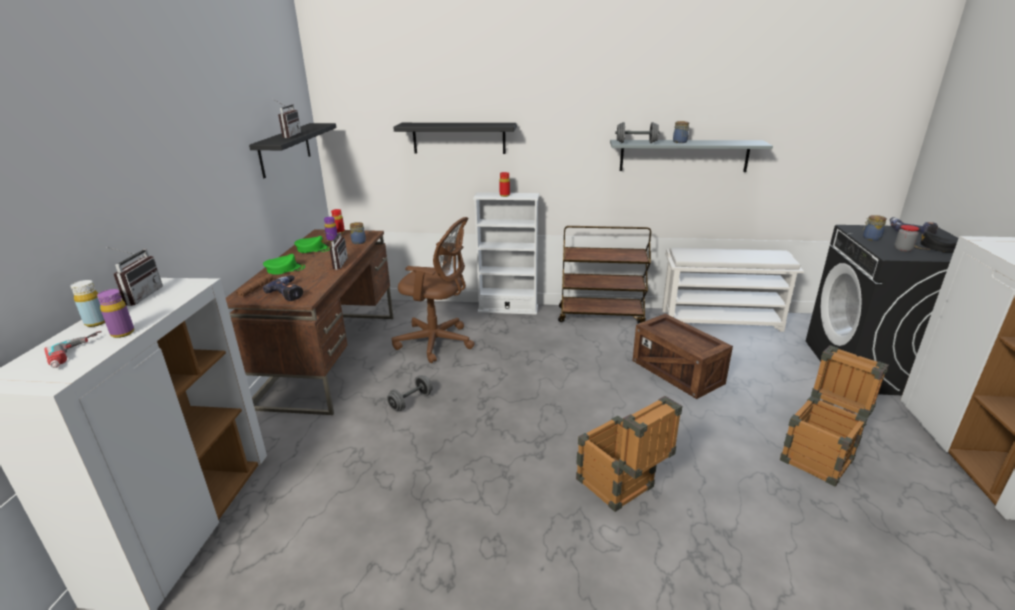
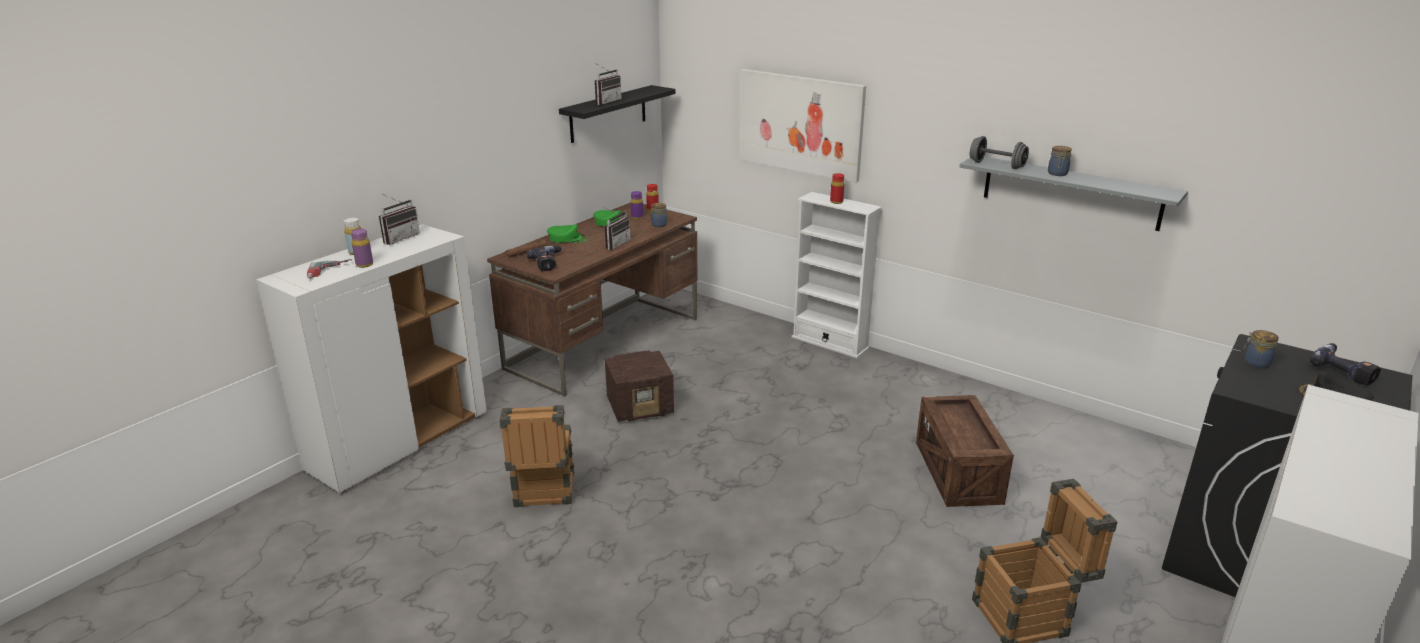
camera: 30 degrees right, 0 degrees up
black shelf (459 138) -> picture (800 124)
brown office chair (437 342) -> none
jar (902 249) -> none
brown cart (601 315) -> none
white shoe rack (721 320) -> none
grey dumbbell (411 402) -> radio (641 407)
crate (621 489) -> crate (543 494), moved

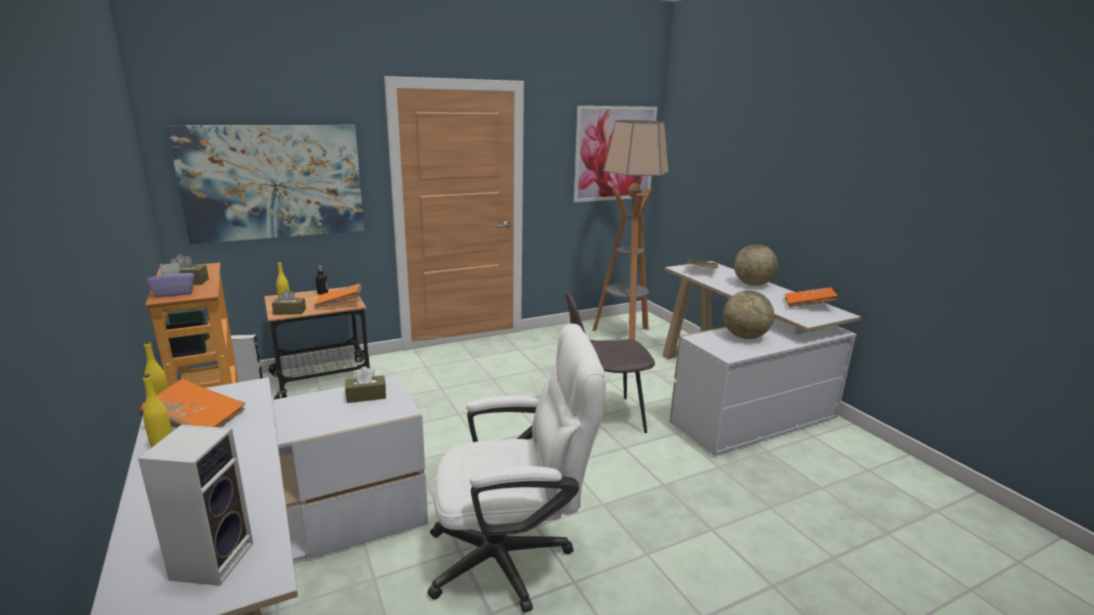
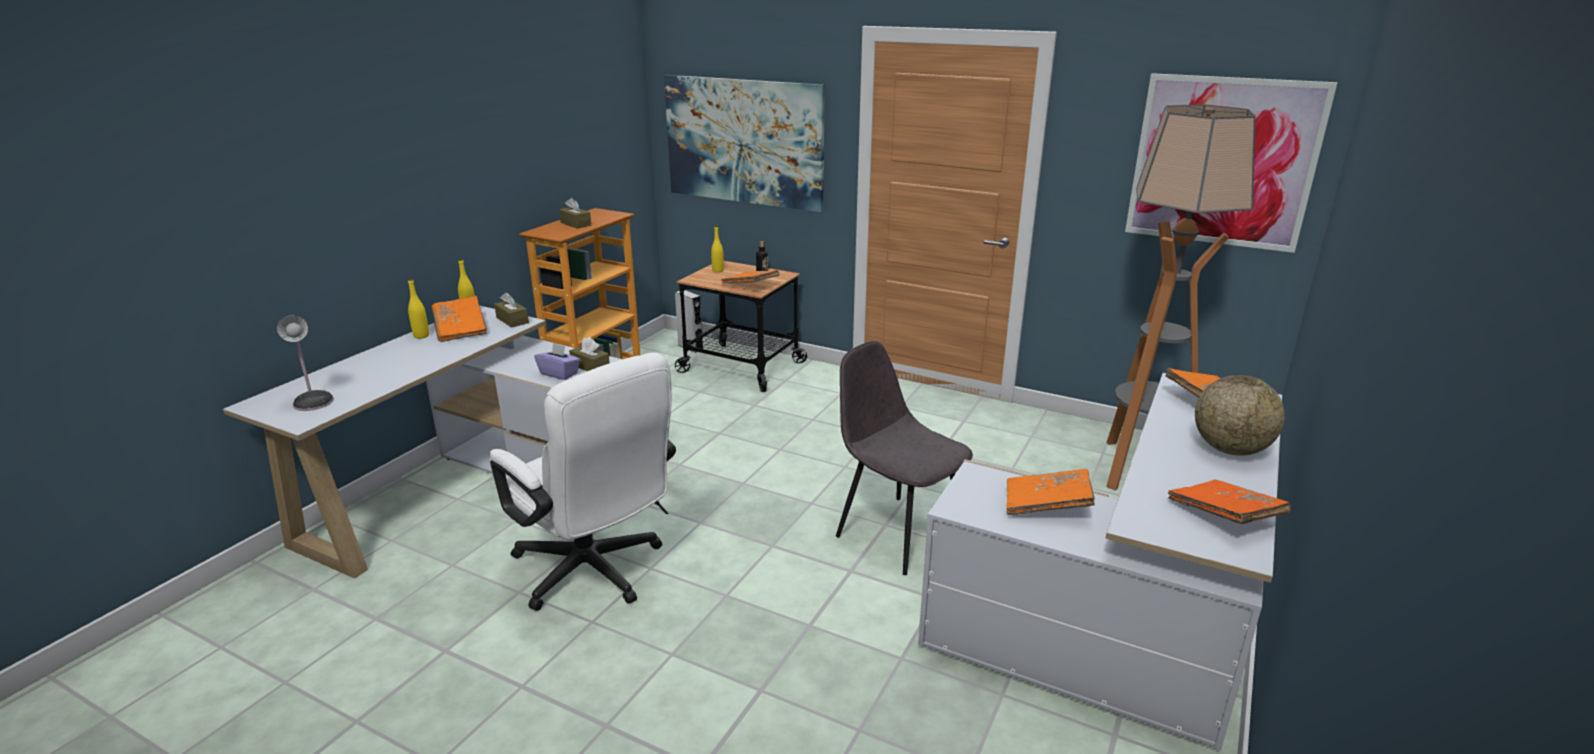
camera: 55 degrees right, 5 degrees up
purple tissue box (174 293) -> purple tissue box (559 373), moved
brown tissue box (289 311) -> brown tissue box (512 320), moved
globe (744 336) -> orange book (1046 505)
speaker (213 559) -> table lamp (313 401)

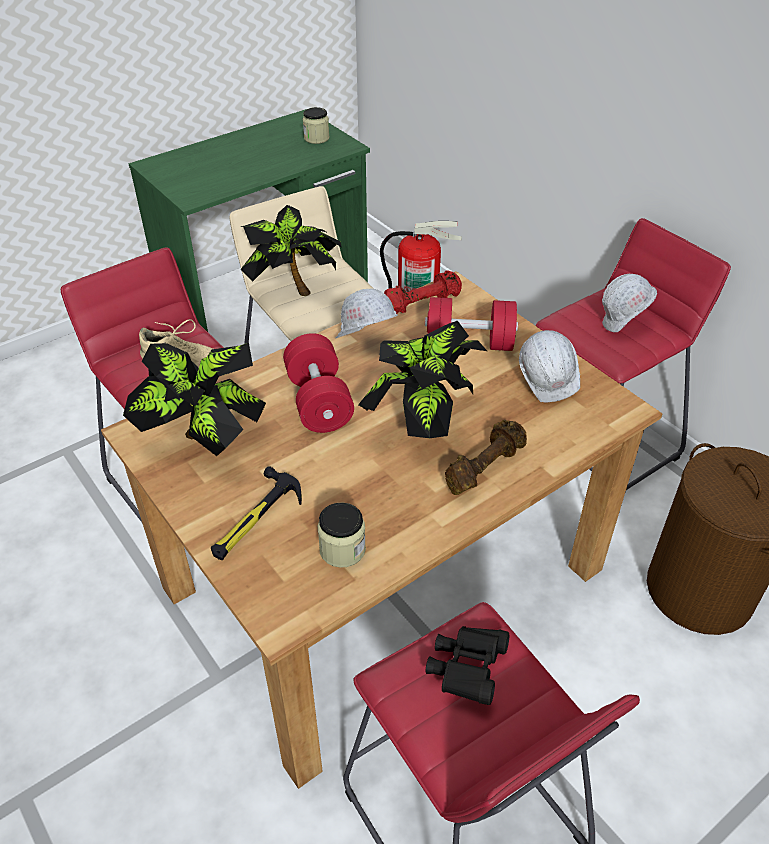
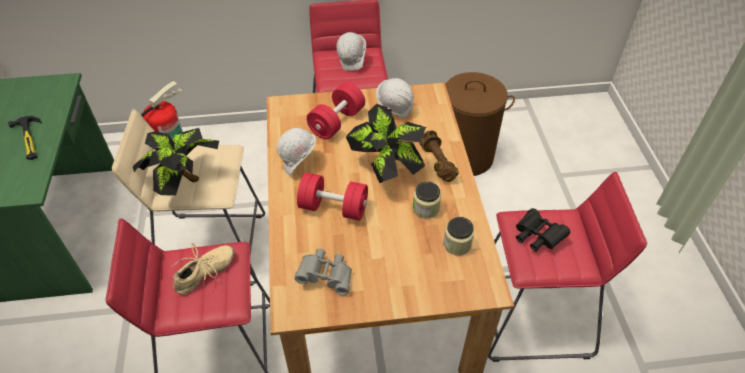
camera: 60 degrees left, 5 degrees up
jar (316 138) -> jar (425 209), moved
red dumbbell (420 304) -> none
potted plant (205 441) -> grey binoculars (326 277)
hammer (255 519) -> hammer (29 140), moved

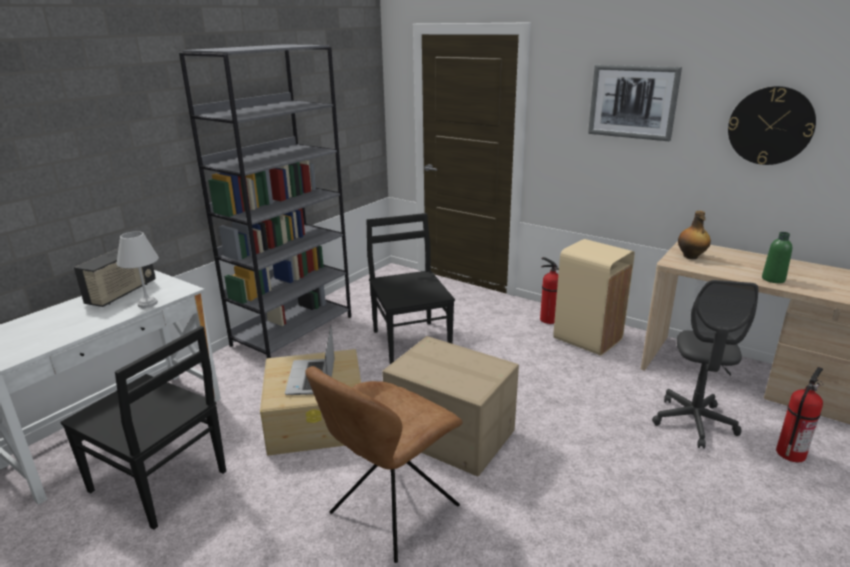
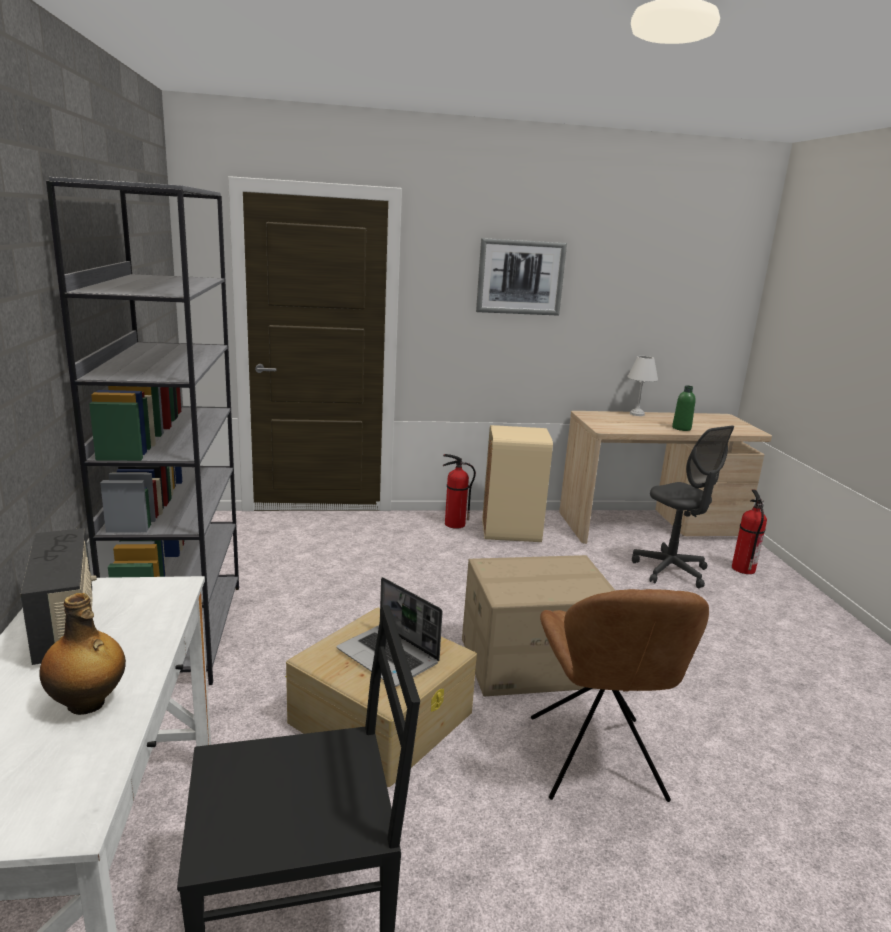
camera: 45 degrees left, 5 degrees down
wall clock (770 126) -> none
bottle (691 257) -> bottle (87 704), moved
black chair (411 341) -> none
white table lamp (148 304) -> white table lamp (637 414), moved

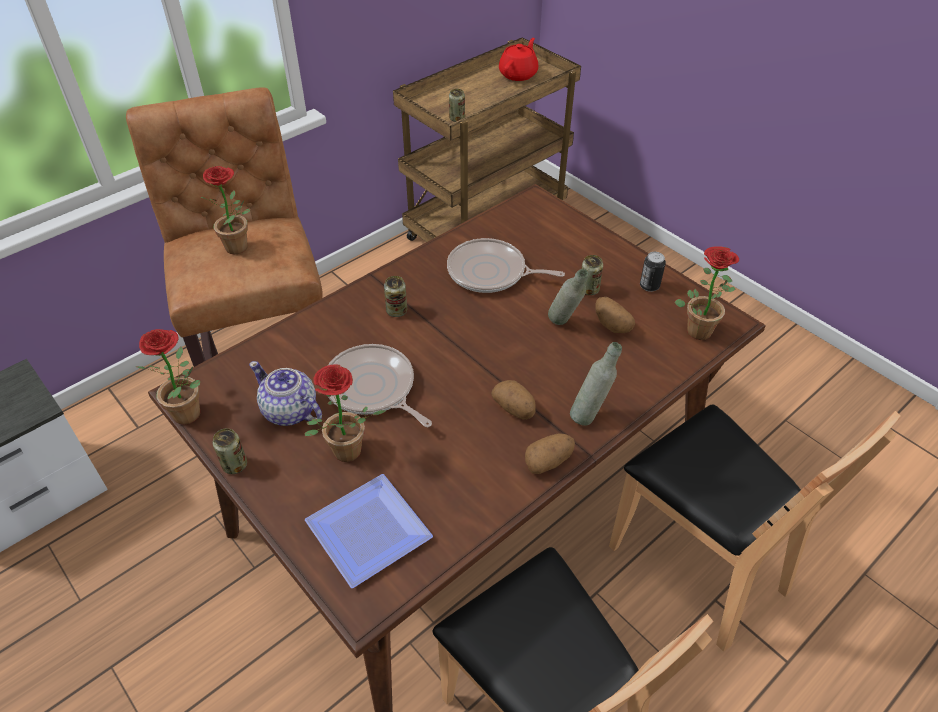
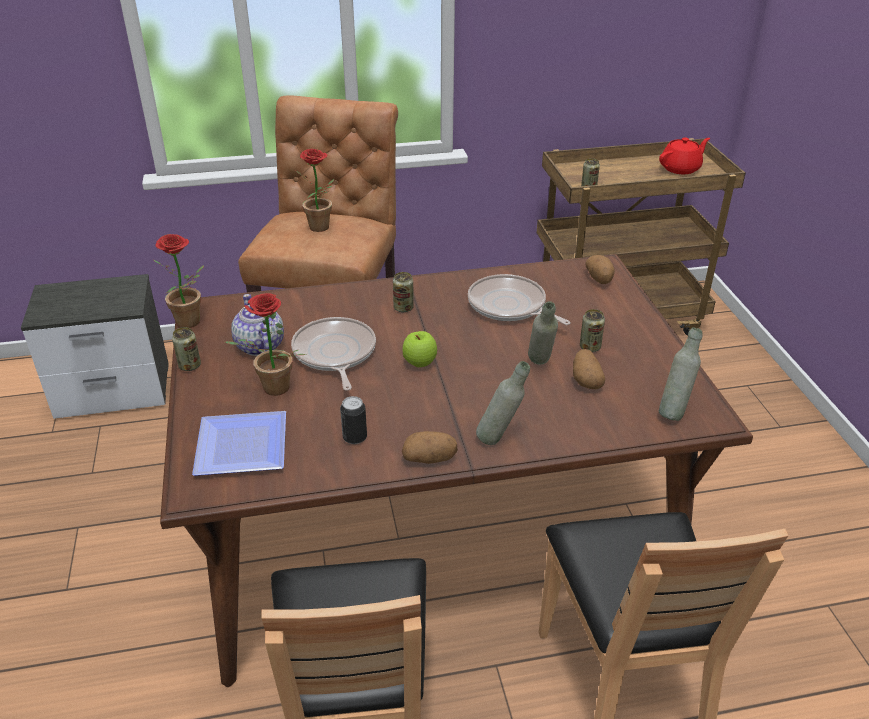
camera: 30 degrees right, 10 degrees down
potted plant (698 327) -> grey bottle (673 412)
can (649 286) -> can (355 437), moved
potato (514 409) -> potato (599 279), moved
none -> apple (420 363)

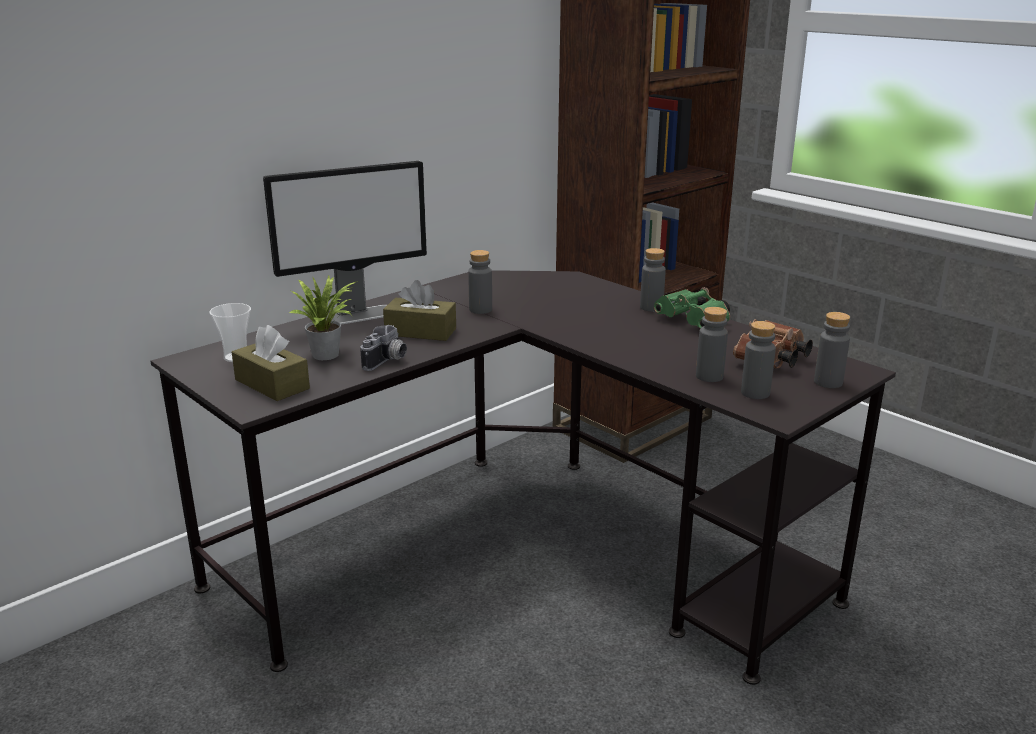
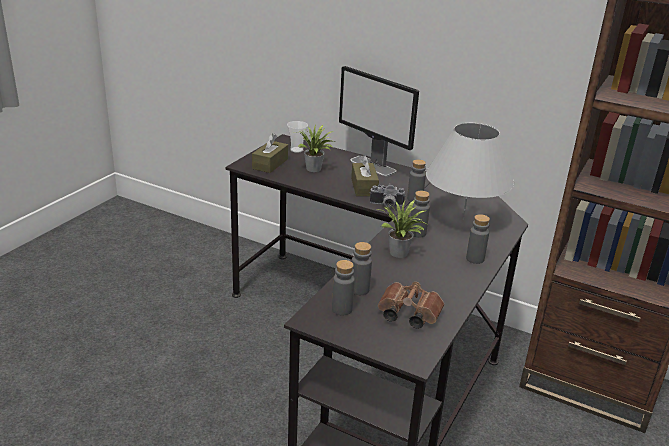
camera: 70 degrees right, 5 degrees up
green binoculars (694 323) -> none
grey bottle (828 382) -> grey bottle (417 233), moved
photo camera (387 361) -> photo camera (386 205), moved
none -> white table lamp (463 219)
none -> potted plant (400 254)

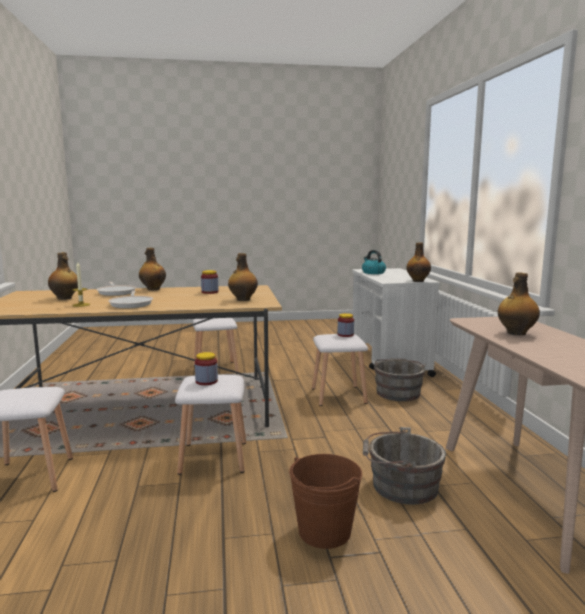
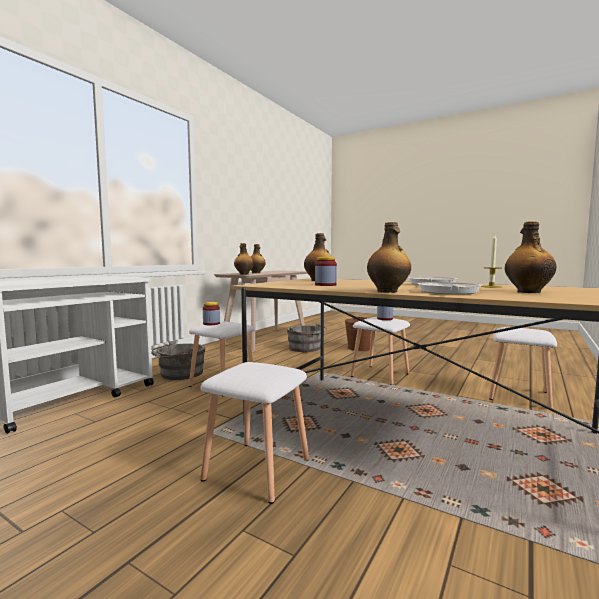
camera: 140 degrees left, 5 degrees down
bottle (418 281) -> bottle (243 274), moved
kettle (373 272) -> none

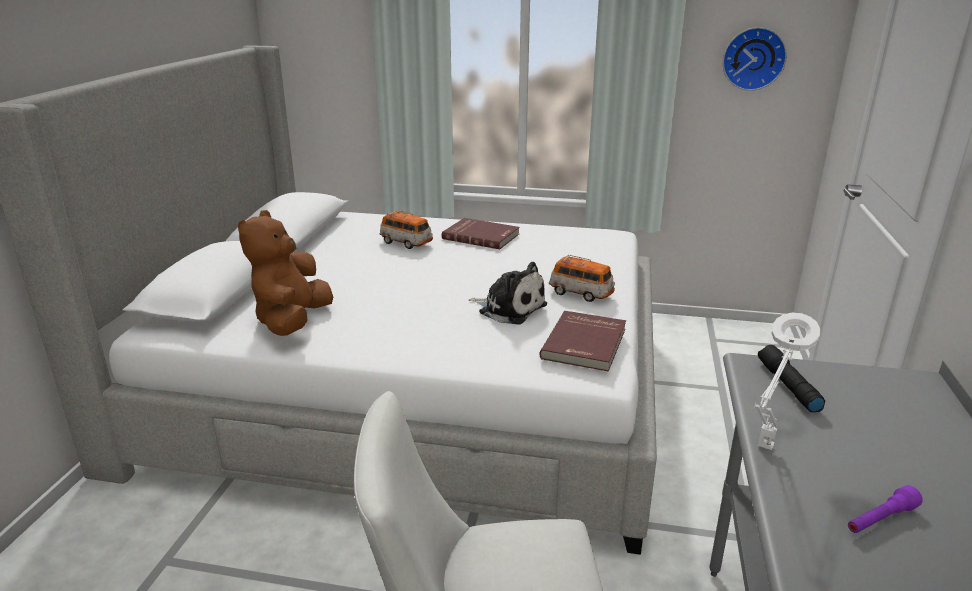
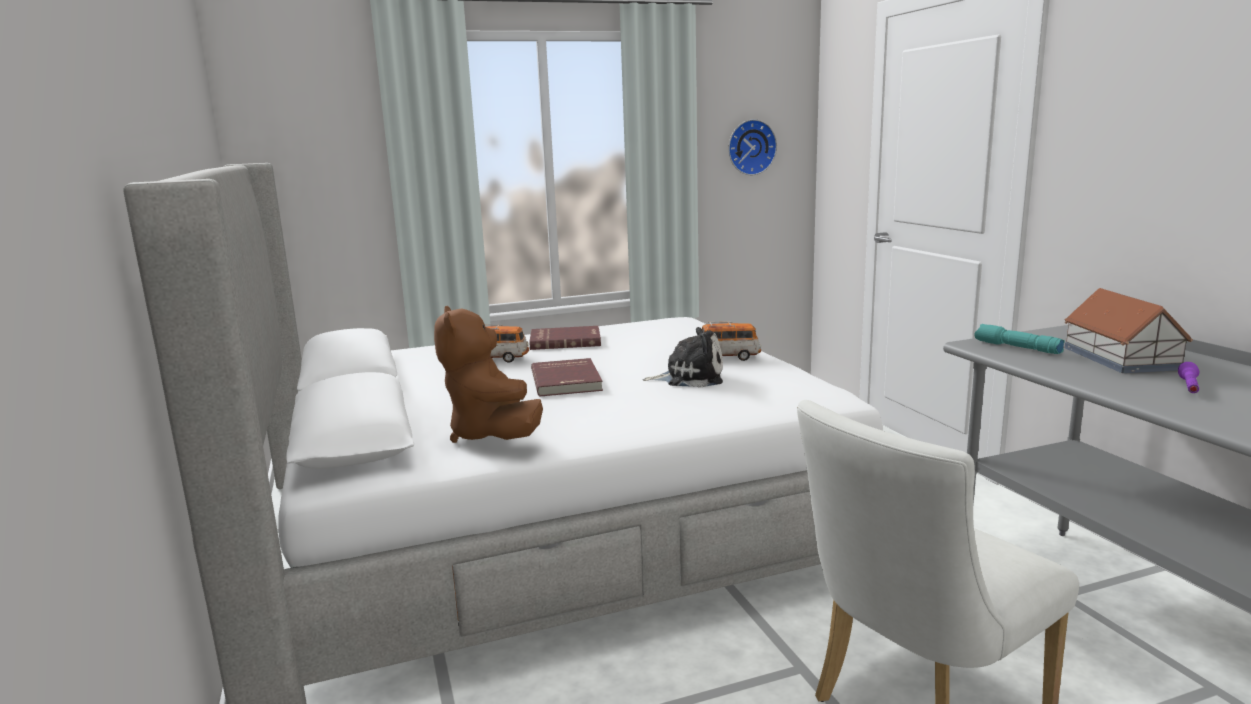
camera: 30 degrees left, 10 degrees down
red book (586 344) -> red book (567 381), moved
white table lamp (764 449) -> none
black flashlight (787 386) -> turquoise flashlight (1016 348)
none -> toy house (1120 358)

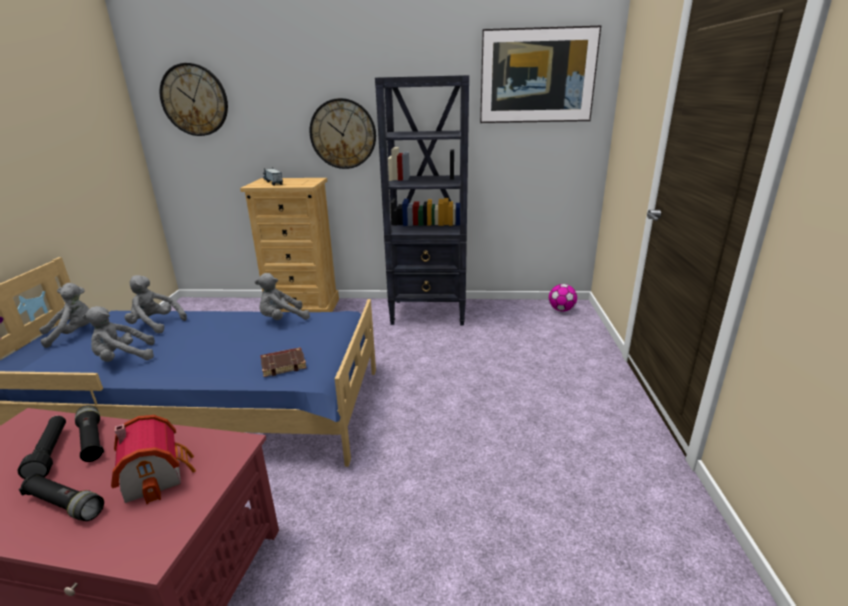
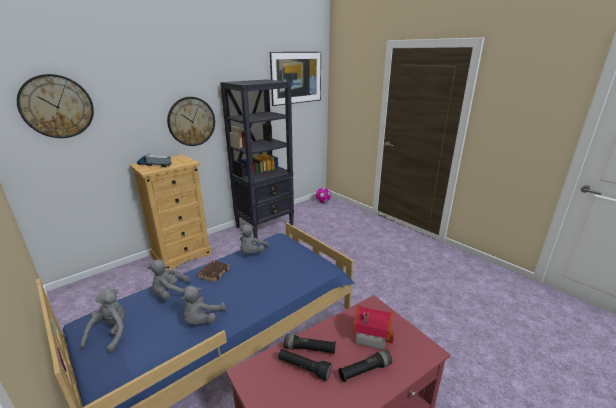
camera: 45 degrees left, 0 degrees up
brown book (284 364) -> brown book (213 273), moved

